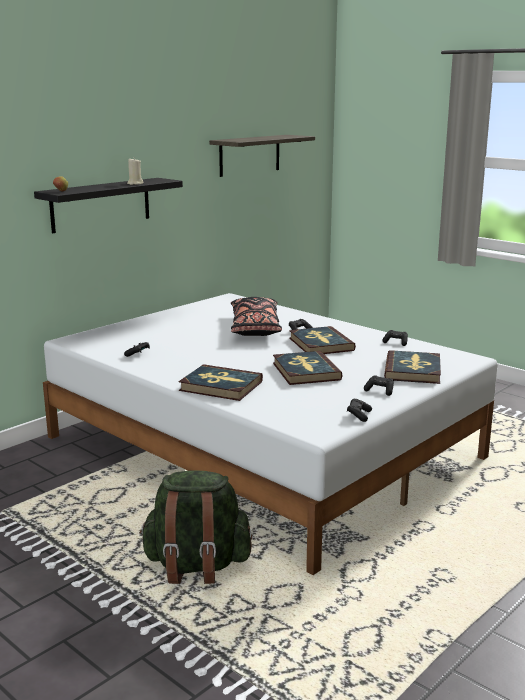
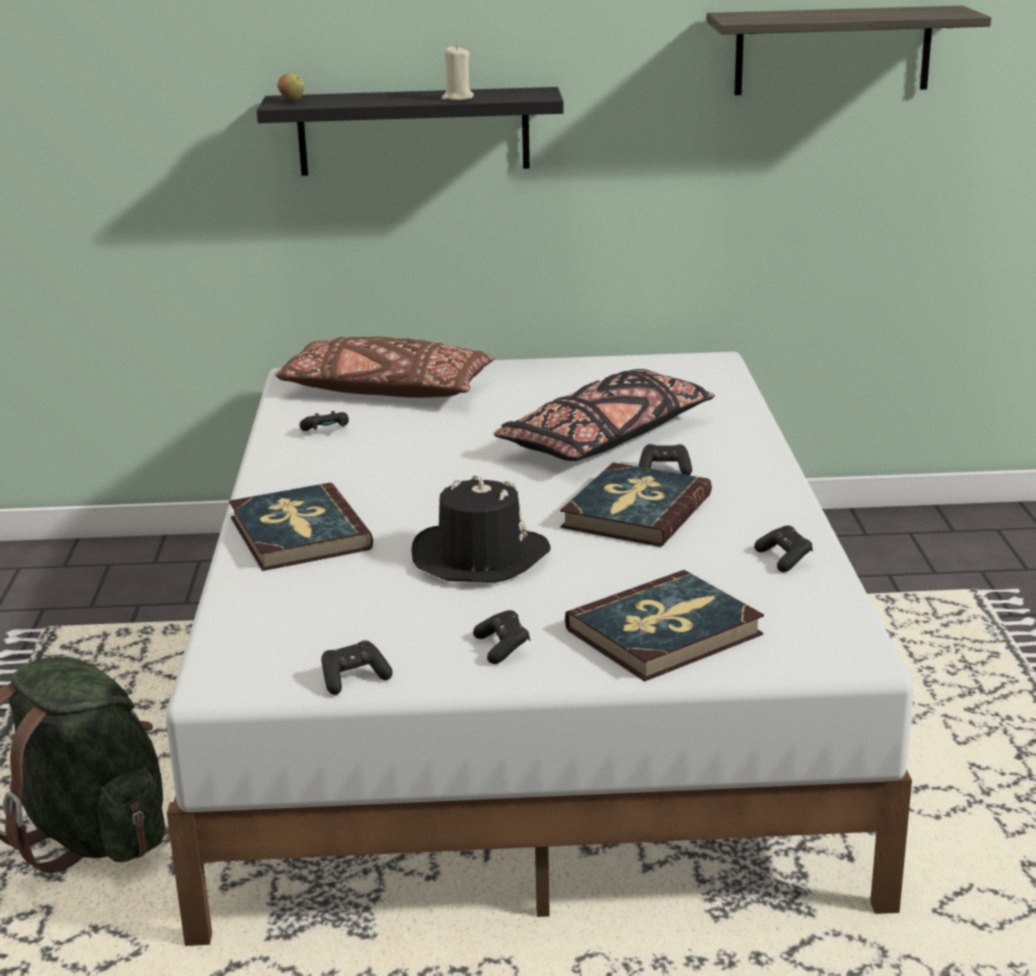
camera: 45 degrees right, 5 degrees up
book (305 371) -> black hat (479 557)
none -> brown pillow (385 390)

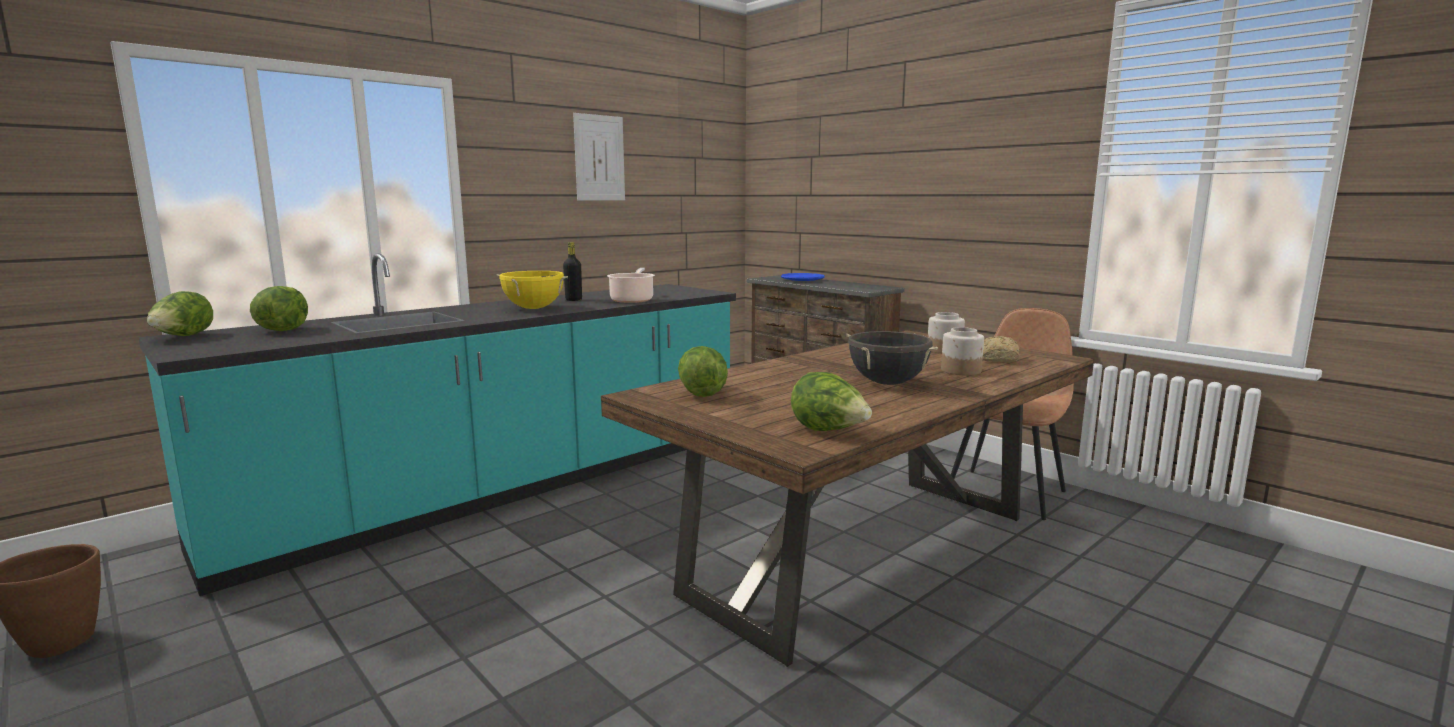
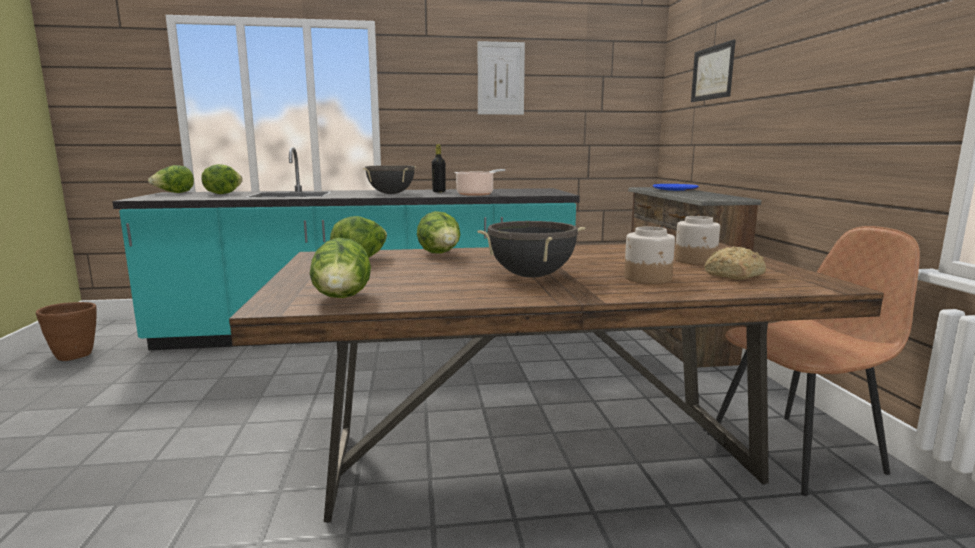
camera: 35 degrees right, 0 degrees up
yellow cooking pot (534 308) -> black cooking pot (391 194)
none -> picture (712 73)
none -> lettuce (440 254)

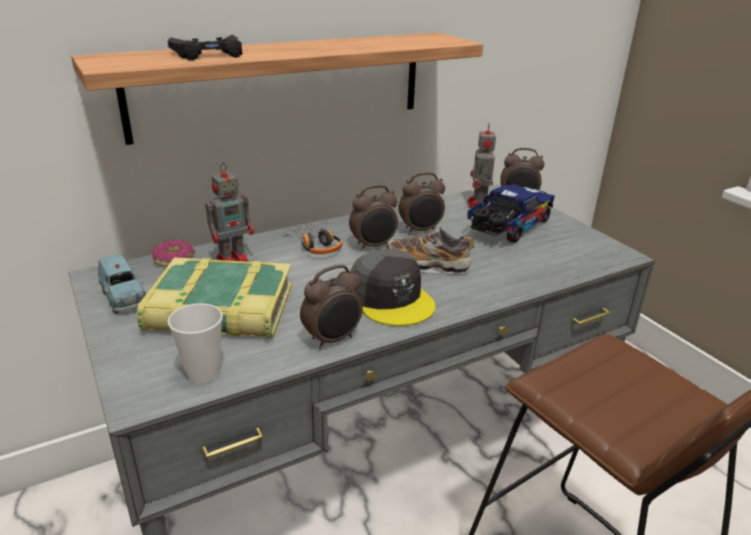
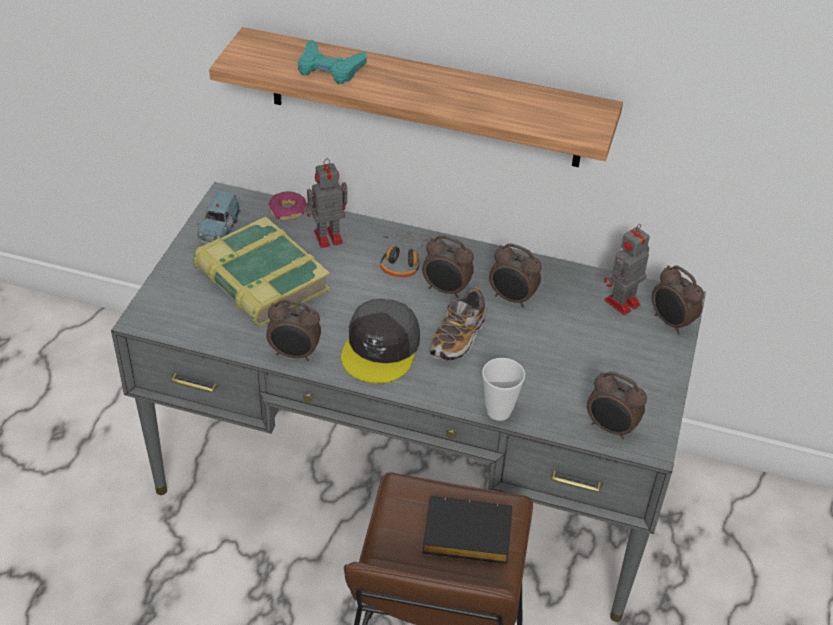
camera: 45 degrees right, 15 degrees up
black game controller (208 54) -> turquoise game controller (329 68)
toy robot (234 259) -> toy robot (326 237), 150 degrees clockwise
toy truck (507 228) -> none
shoe (428 265) -> shoe (458 337), 120 degrees counterclockwise
cup (203 374) -> cup (498 411), moved
none -> alarm clock (610 428)
none -> black book (464 537)

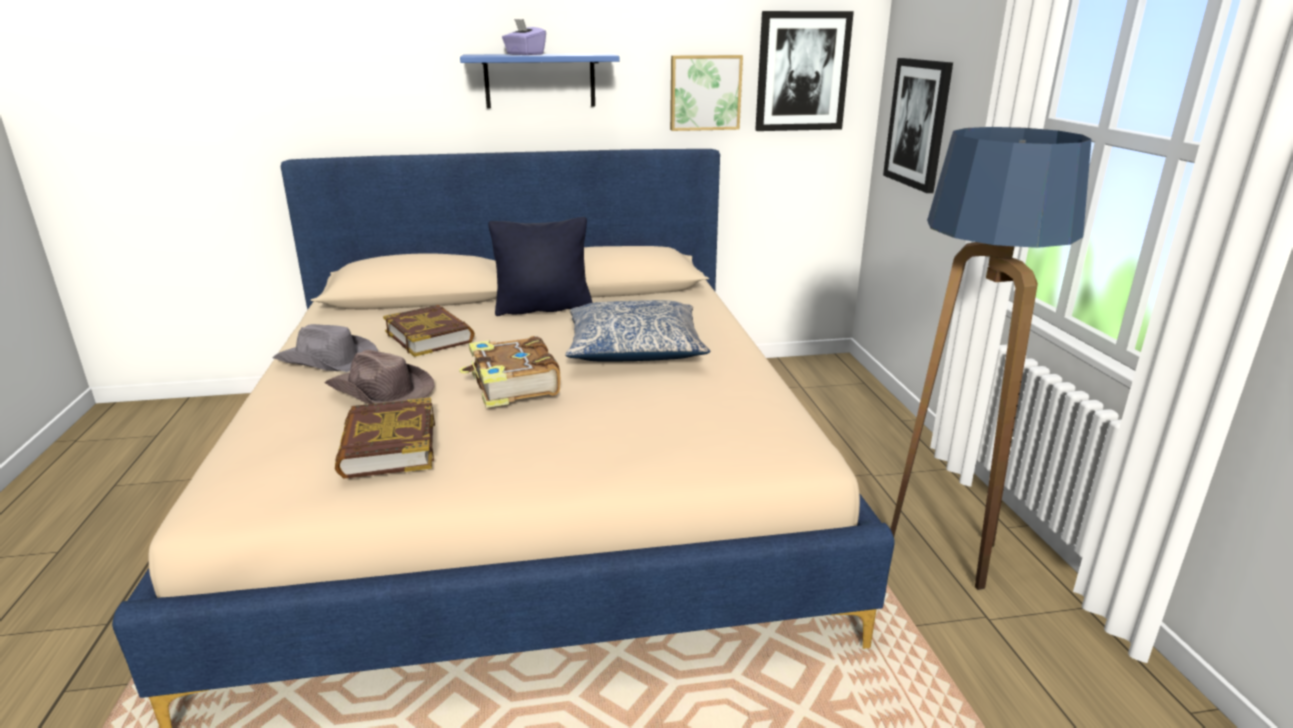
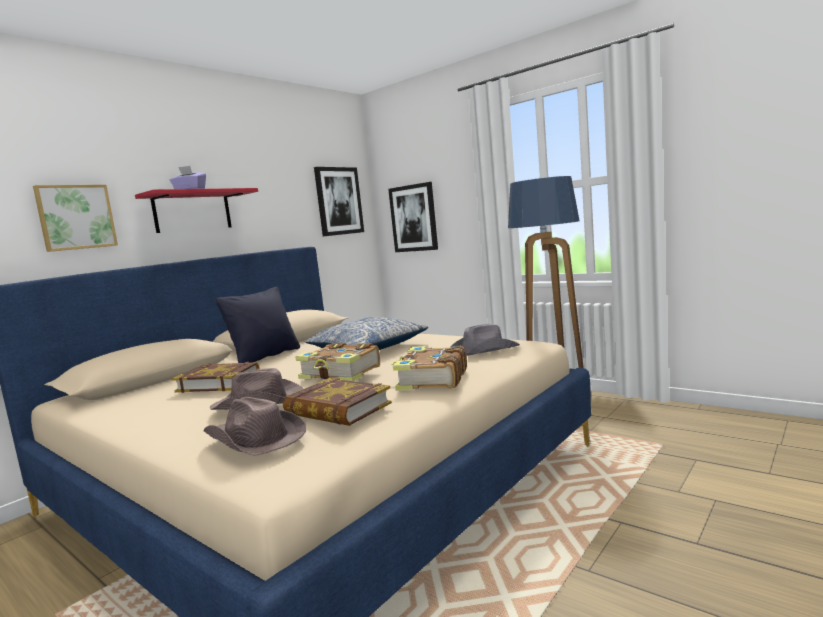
camera: 40 degrees left, 15 degrees down
blue shelf (540 80) -> red shelf (192 211)
picture (705 92) -> picture (76 217), moved
grey hat (327 360) -> grey hat (484 350), moved
none -> book (431 380)
none -> brown hat (254 438)

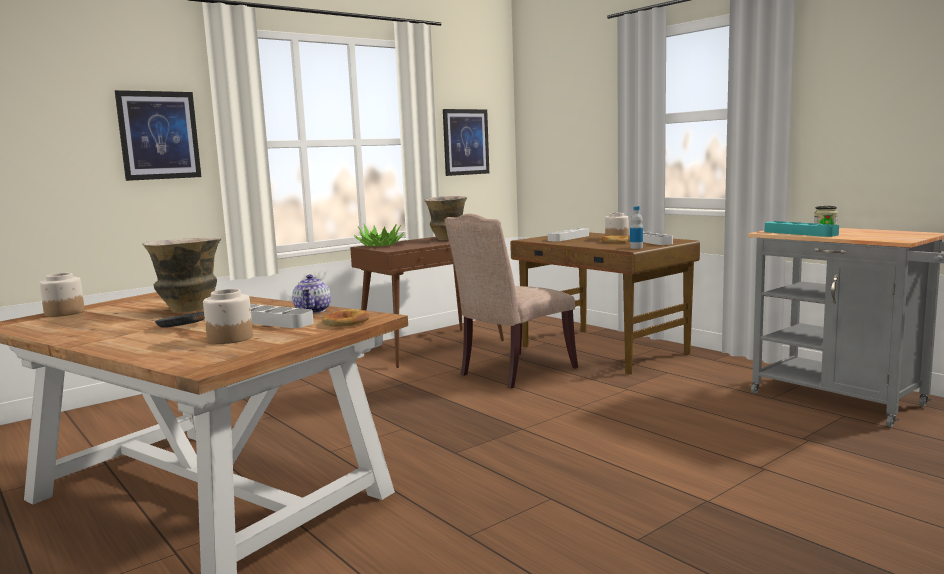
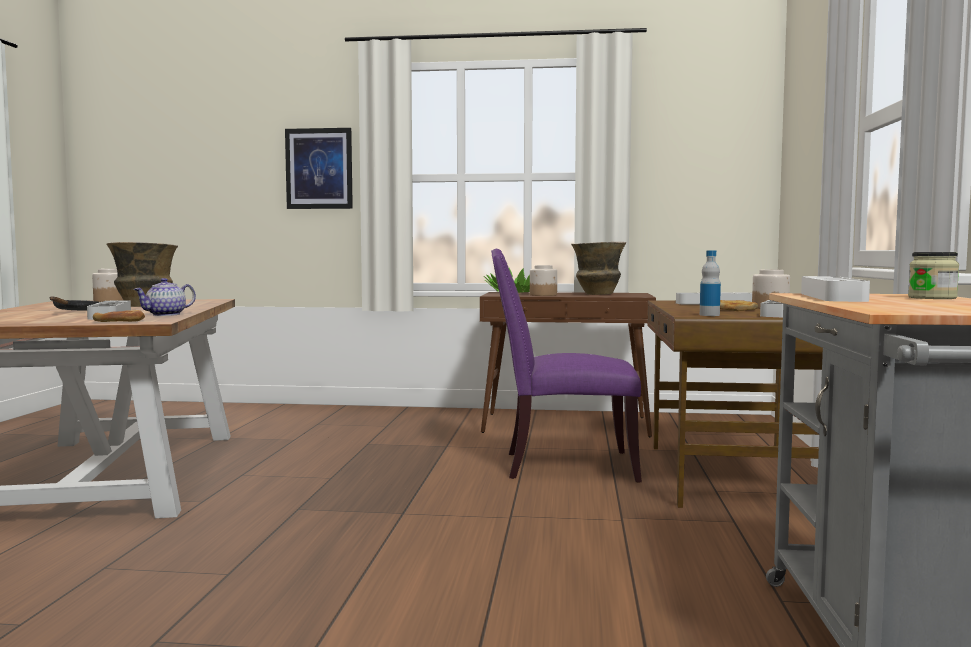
camera: 45 degrees right, 5 degrees down
picture (465 142) -> none
beige chair (513 372) -> purple chair (563 466)
turquoise tray (800 233) -> white tray (832 297)
jar (231 338) -> jar (543 295), moved

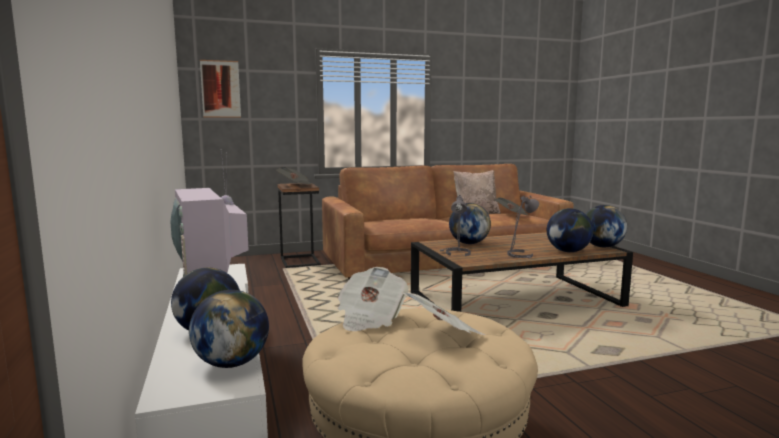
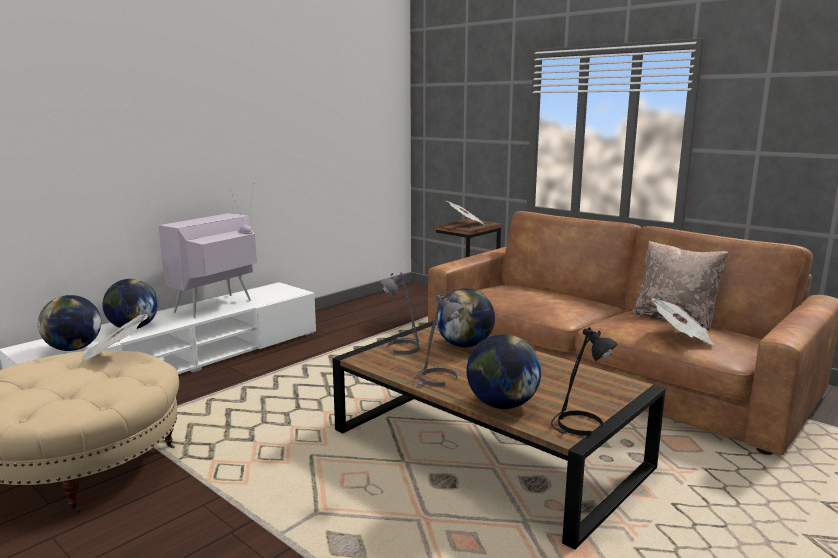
camera: 60 degrees right, 5 degrees up
picture (220 89) -> none
globe (602 246) -> black table lamp (578 426)
newspaper (443 334) -> none

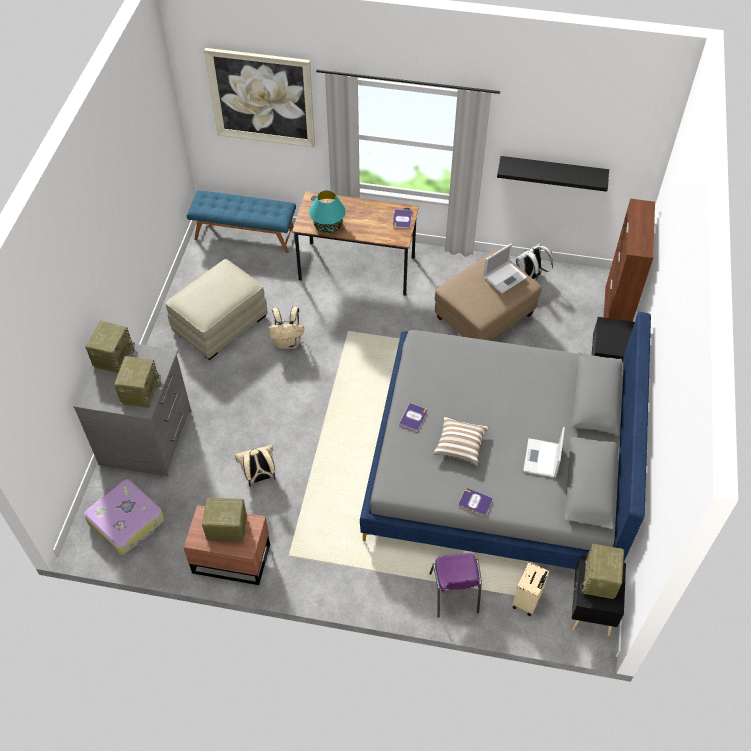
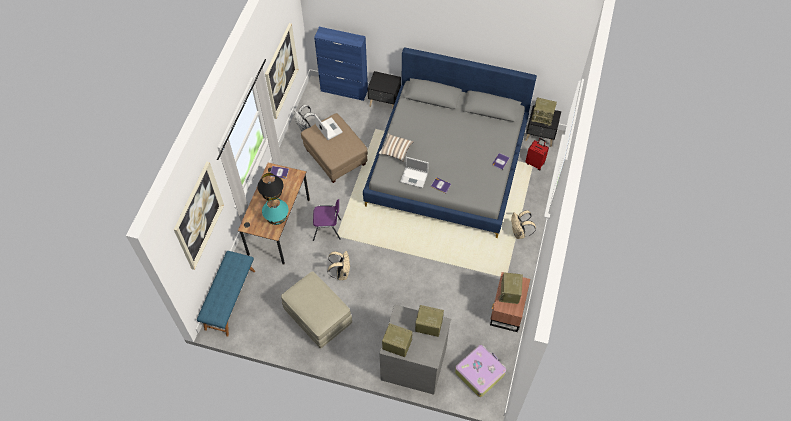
camera: 85 degrees left, 5 degrees up
black shelf (552 171) -> picture (281 71)
brown cabinet (614 315) -> blue cabinet (344 90)
pillow (460 446) -> pillow (395 150), moved
laptop (542 459) -> laptop (414 177), moved
beige backpack (259 477) -> beige backpack (519 233), moved
purple chair (454 594) -> purple chair (328 230), moved
beige suitcase (527 600) -> red suitcase (535 163)
none -> black table lamp (272 193)

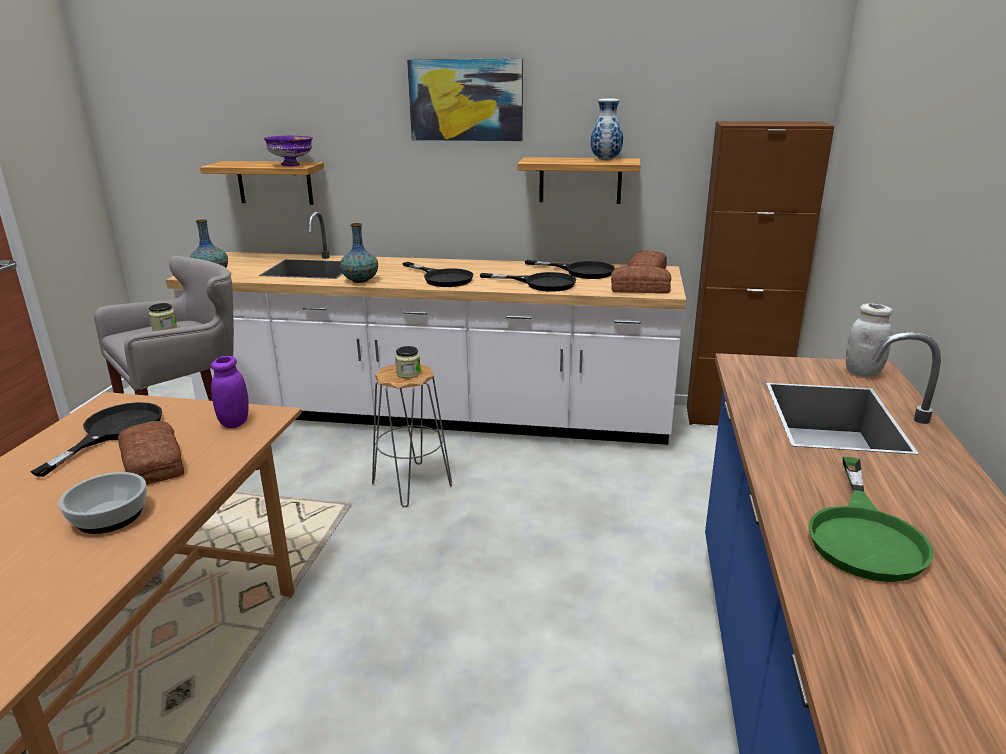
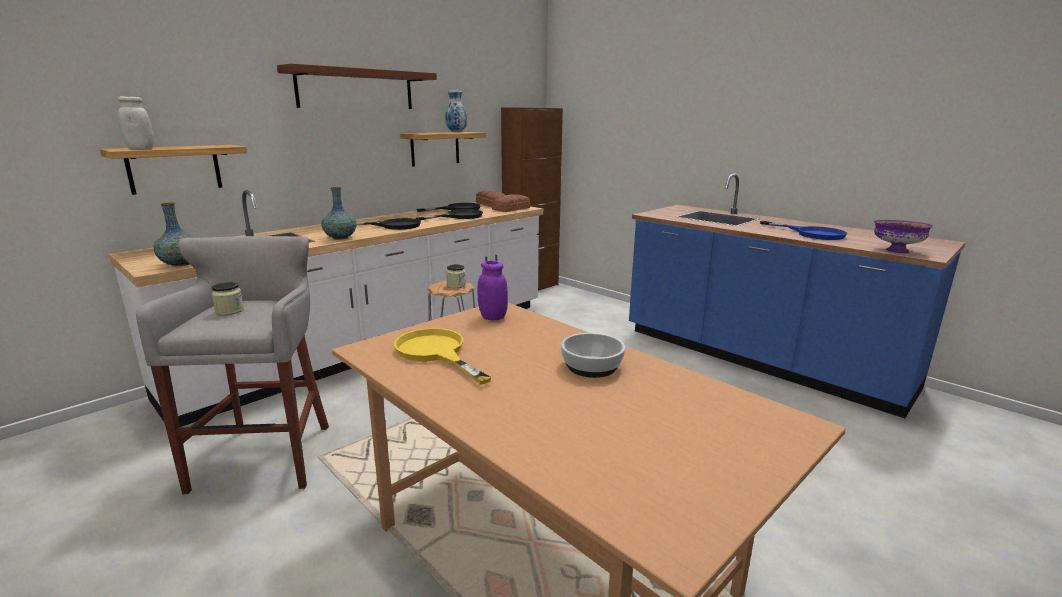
camera: 55 degrees left, 5 degrees down
picture (466 100) -> brown shelf (356 89)
purple bowl (291 165) -> purple bowl (896 251), moved
white jar (862 373) -> white jar (140 149), moved
black frying pan (113 432) -> yellow frying pan (436 353)
bread (154 462) -> none
green frying pan (864 534) -> blue frying pan (812 234)

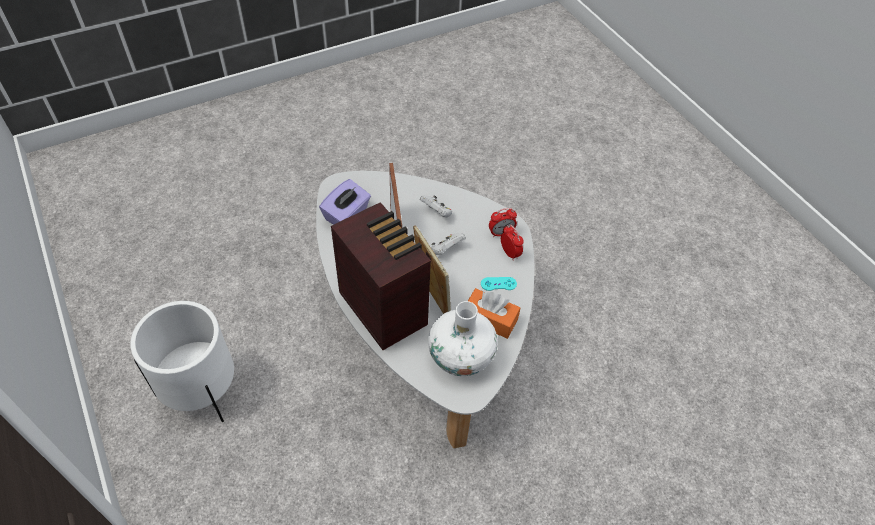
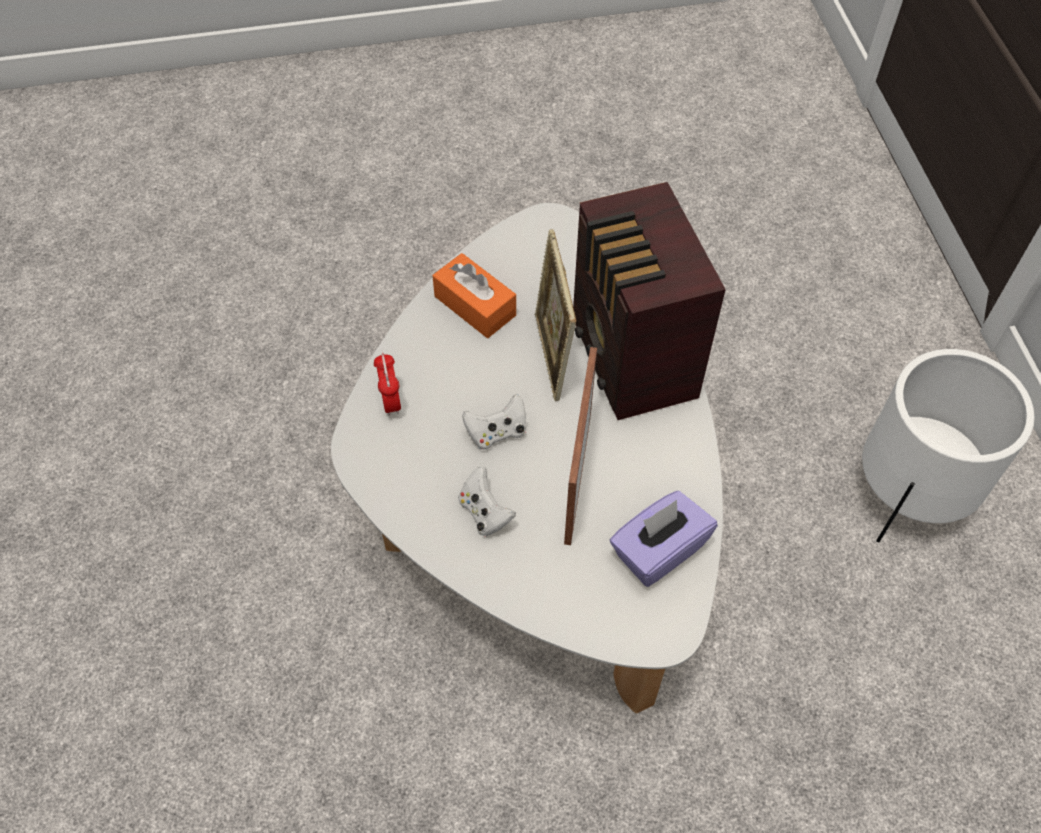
camera: 160 degrees left, 5 degrees up
alarm clock (501 233) -> none
turquoise game controller (498 284) -> none
white vase (461 357) -> none

